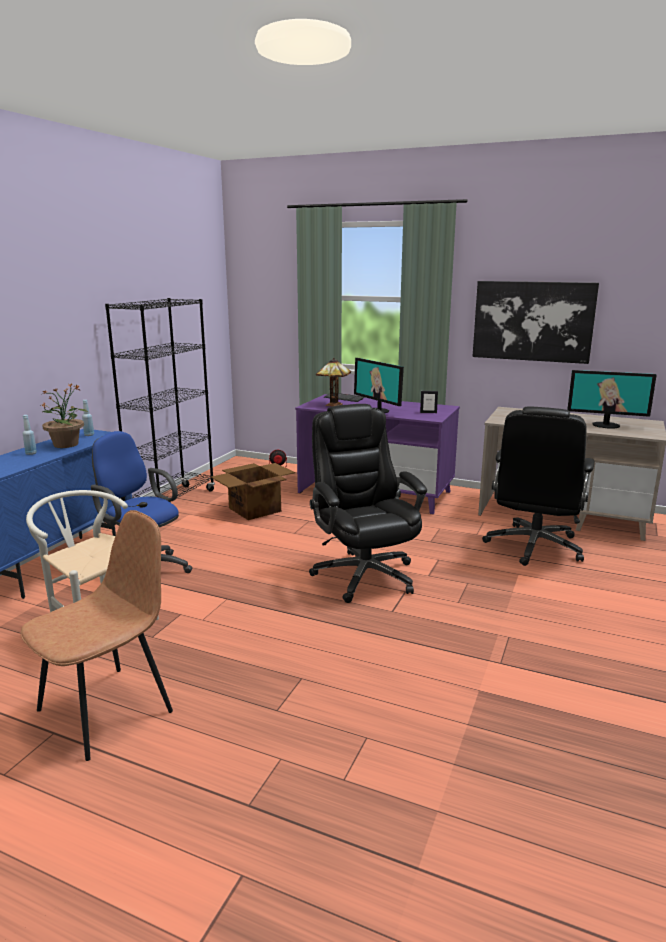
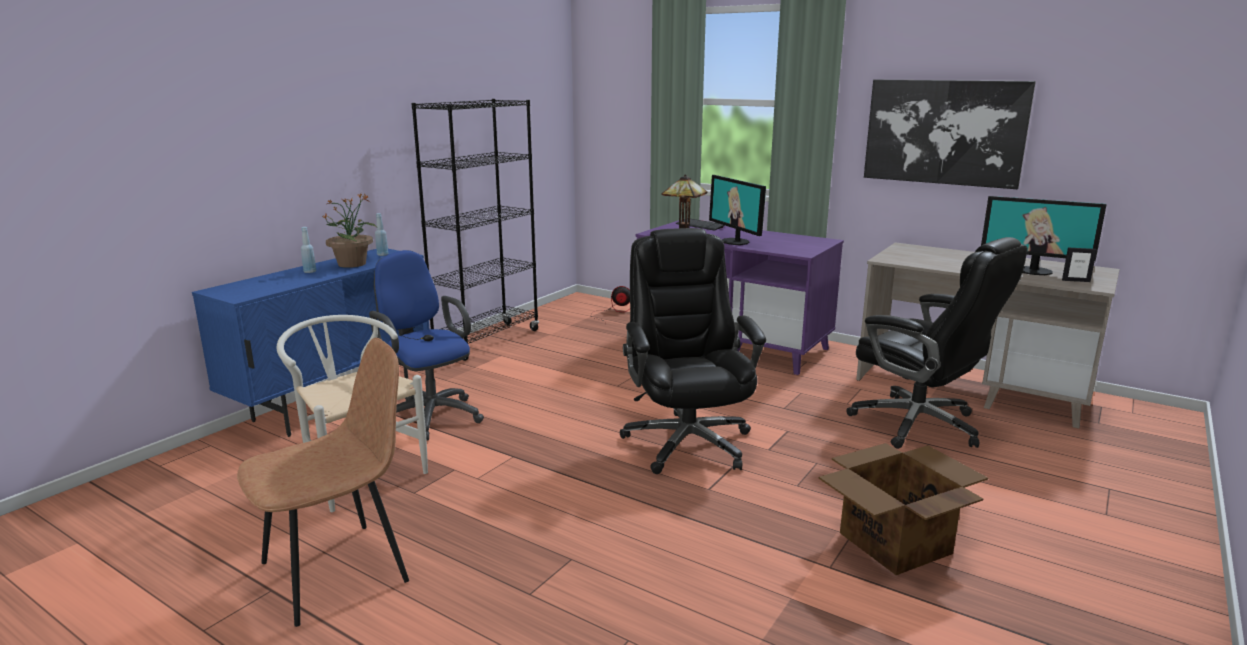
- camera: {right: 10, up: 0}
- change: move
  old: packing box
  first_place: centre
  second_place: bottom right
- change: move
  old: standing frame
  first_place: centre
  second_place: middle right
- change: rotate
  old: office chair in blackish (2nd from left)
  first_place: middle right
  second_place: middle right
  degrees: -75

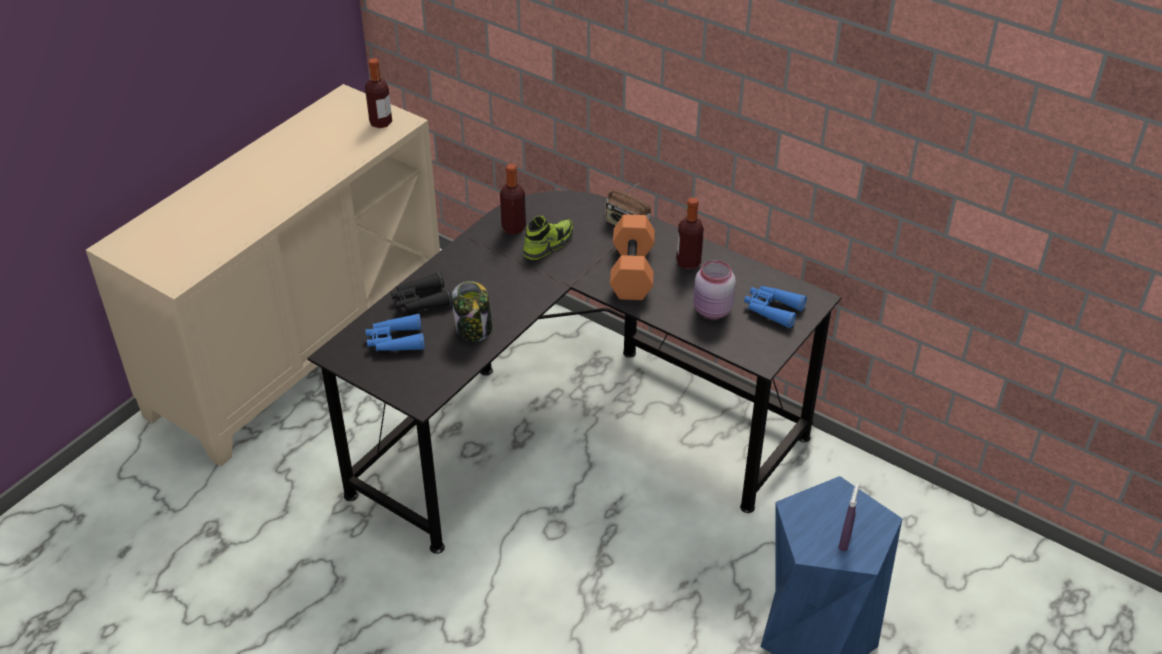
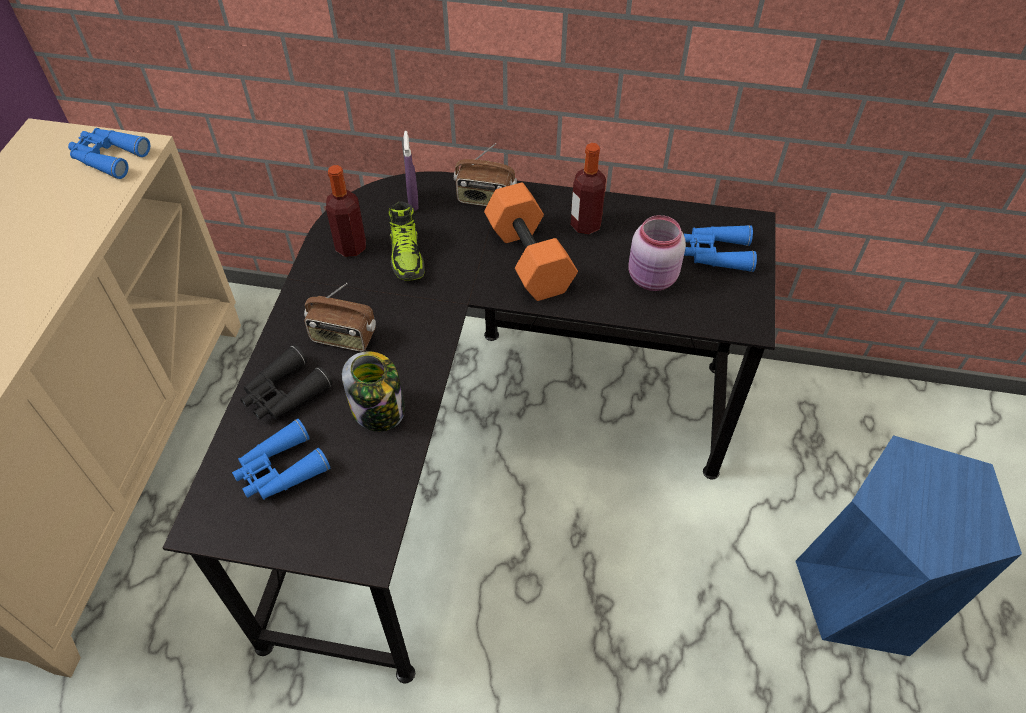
- camera: {right: -25, up: 10}
- change: insert
  new: radio set (1st from left)
  second_place: middle left
- change: move
  old: sprayer in purple-coloured
  first_place: bottom right
  second_place: top centre
- change: replace
  old: drink bottle (1st from left)
  new: binoculars in blue (1st from left)
  first_place: top left
  second_place: top left
- change: rotate
  old: item of footwear
  first_place: centre
  second_place: centre
  degrees: 150

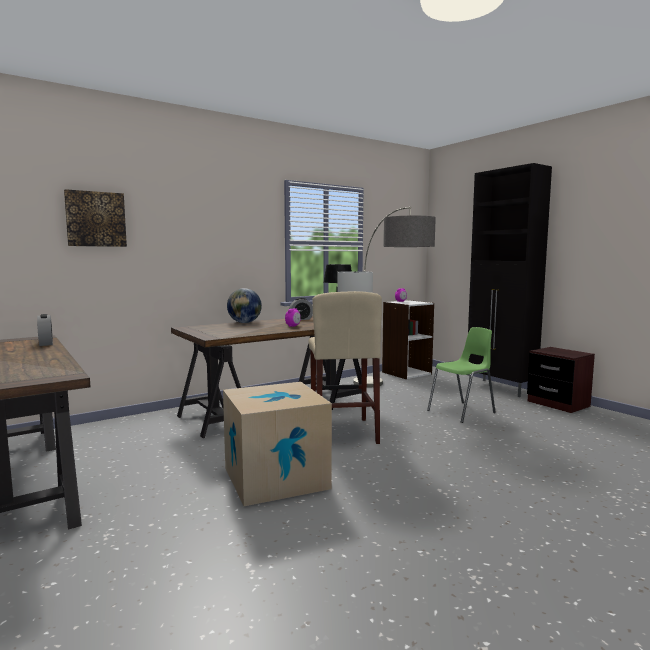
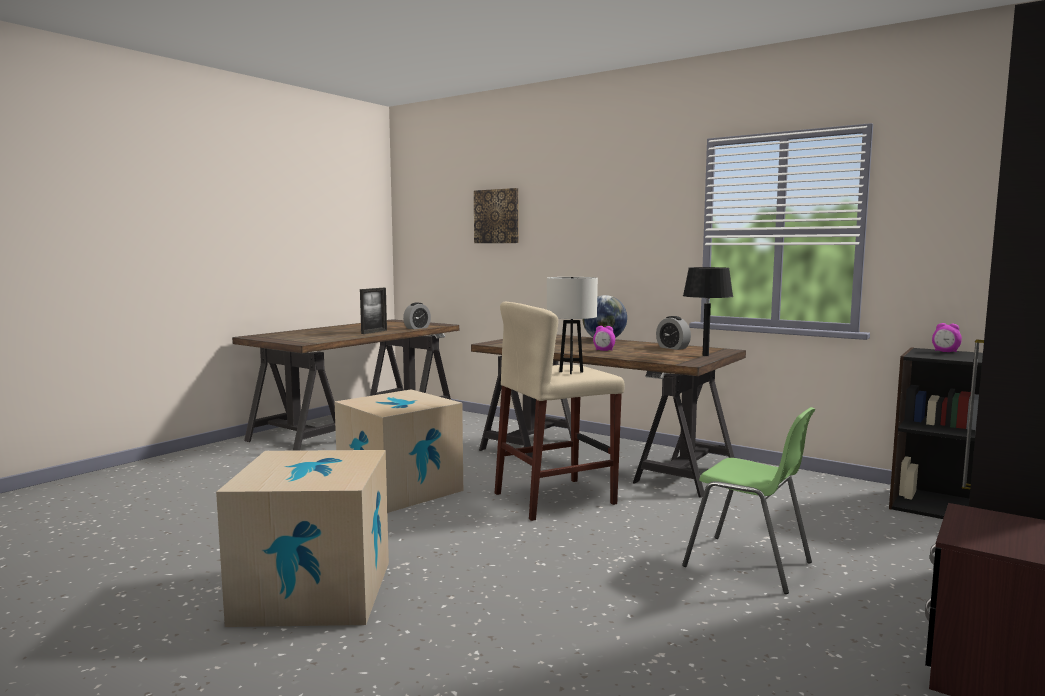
- camera: {right: 70, up: 0}
- change: delete
  old: floor lamp
  first_place: centre
- change: insert
  new: packing box (1st from left)
  second_place: bottom left
- change: insert
  new: standing frame
  second_place: centre
- change: recolor
  old: shelving unit in white-coloured
  new: shelving unit in blackish
  first_place: centre
  second_place: middle right

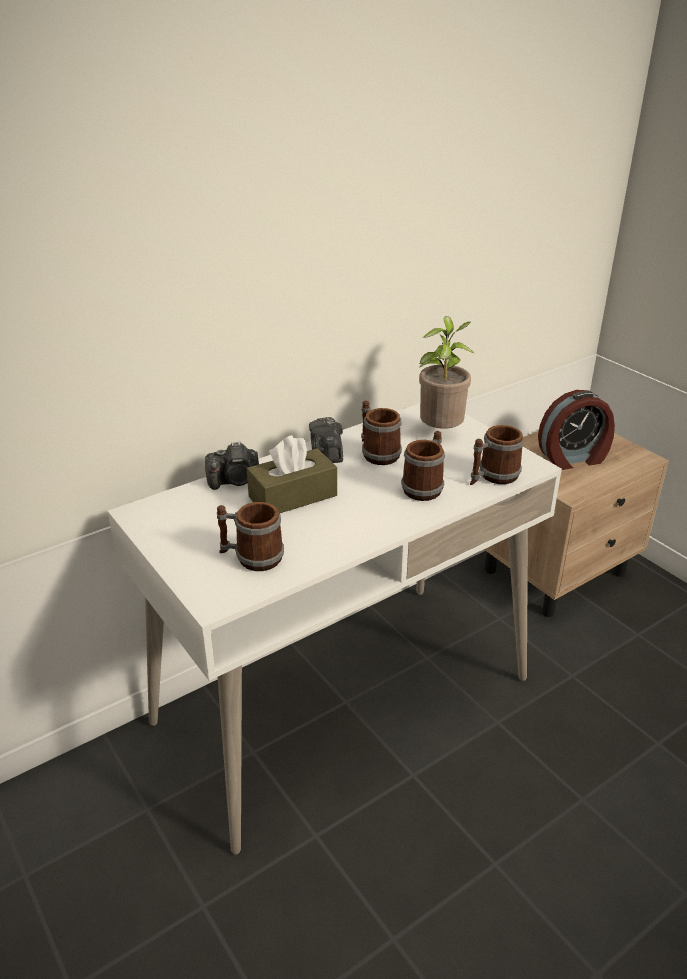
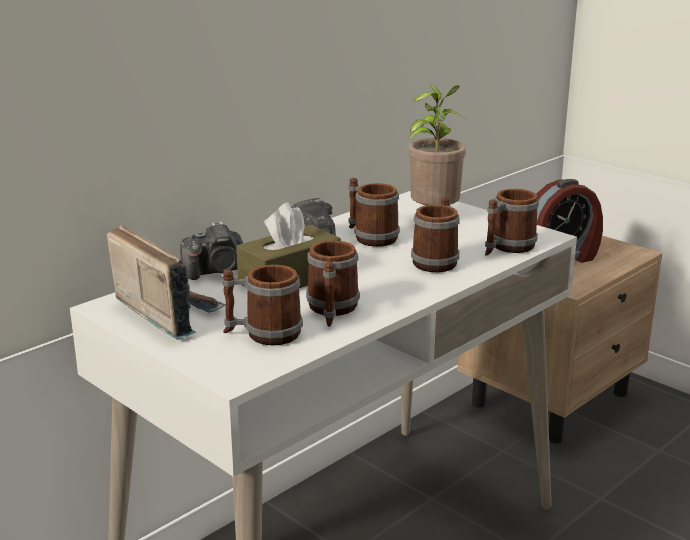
- camera: {right: -10, up: -10}
- change: insert
  new: radio set
  second_place: middle left
- change: insert
  new: coffee mug (2nd from left)
  second_place: centre

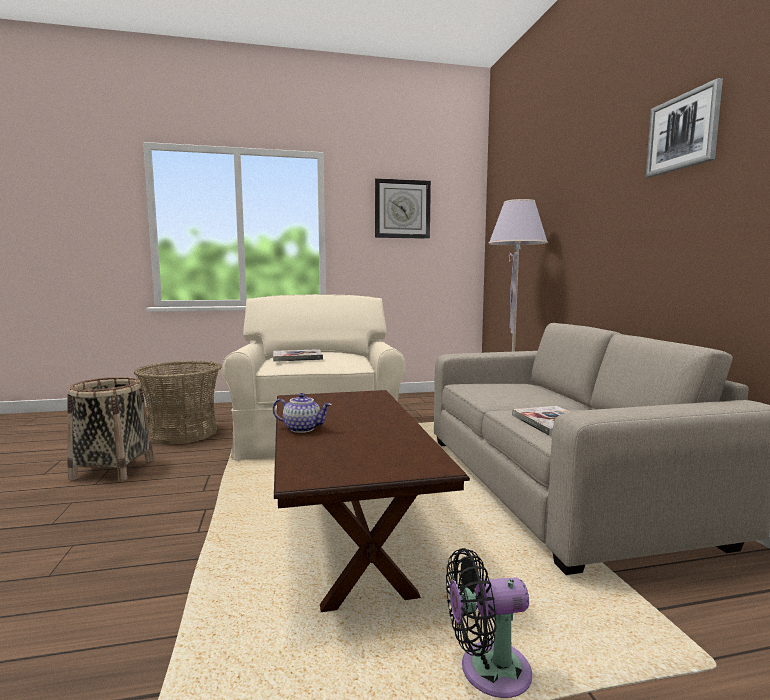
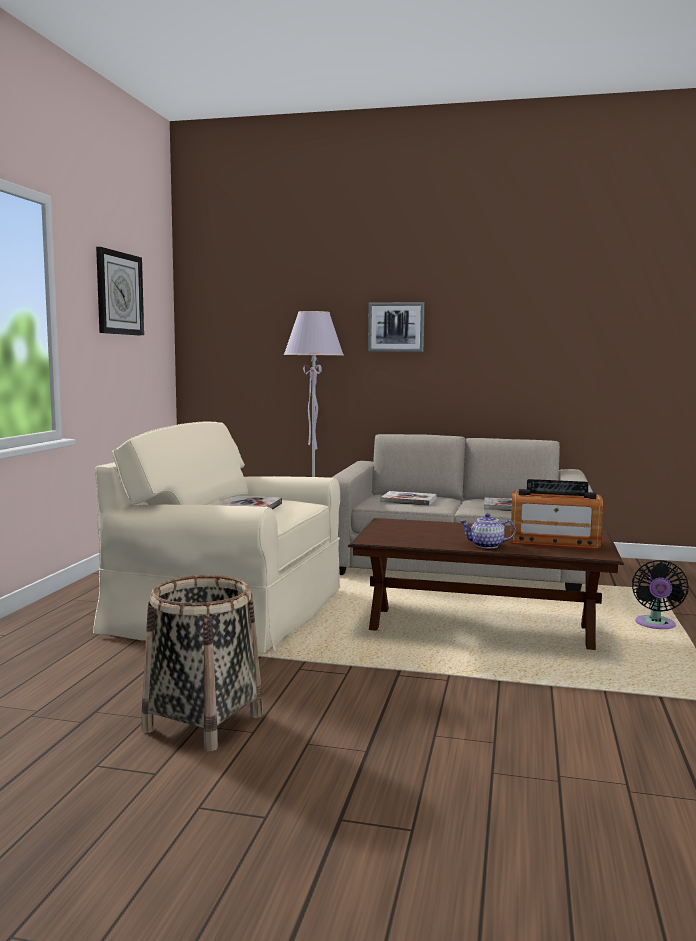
- camera: {right: -65, up: 0}
- change: delete
  old: basket (2nd from left)
  first_place: middle left
- change: insert
  new: book (2nd from left)
  second_place: centre
- change: insert
  new: radio set
  second_place: middle right
- change: move
  old: picture
  first_place: top right
  second_place: centre
- change: rotate
  old: tea pot
  first_place: centre
  second_place: middle right
  degrees: -120

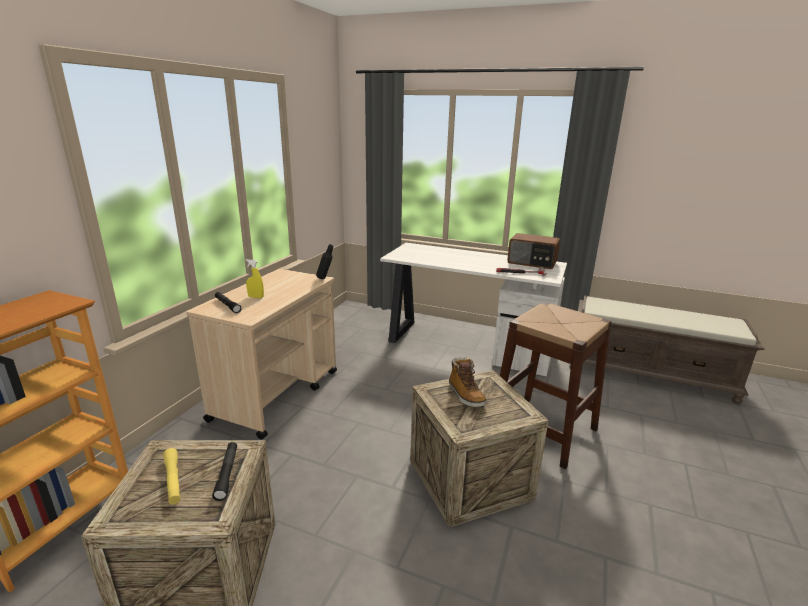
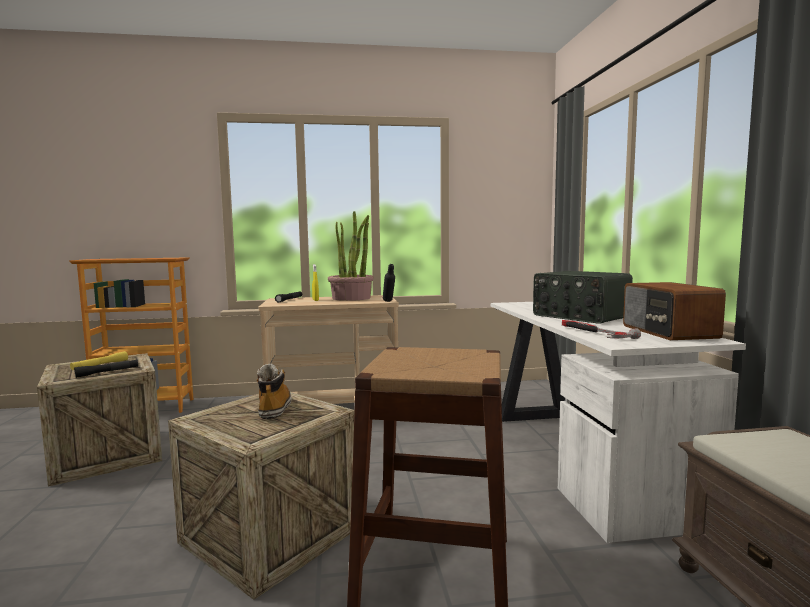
- camera: {right: 60, up: -15}
- change: insert
  new: houseplant
  second_place: centre
- change: insert
  new: radio set (1st from left)
  second_place: middle right
- change: rotate
  old: high-top boot
  first_place: centre
  second_place: centre
  degrees: 135

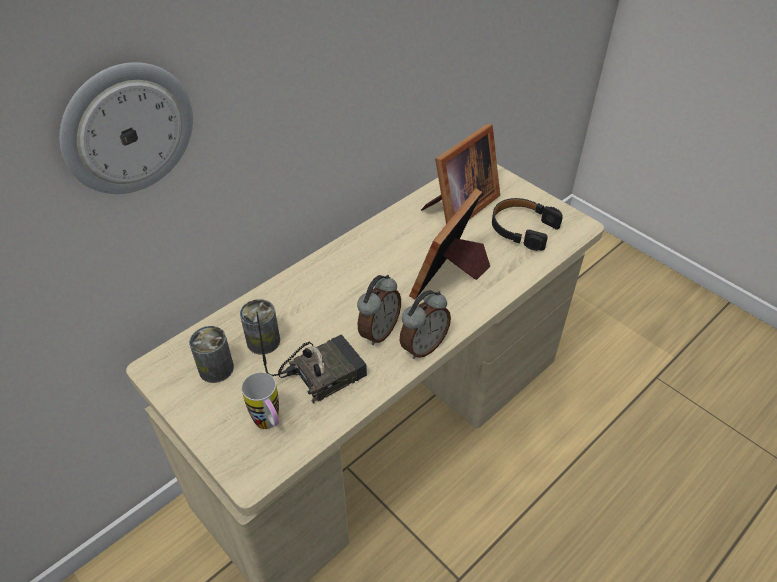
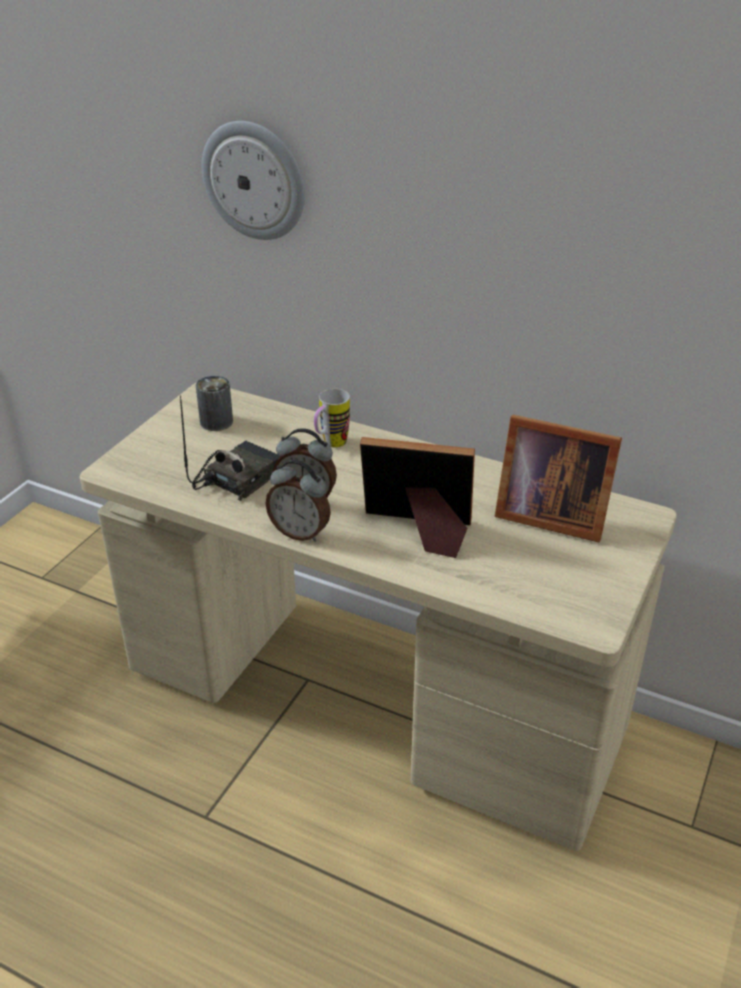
- camera: {right: 70, up: -10}
- change: delete
  old: can (2nd from left)
  first_place: centre
- change: delete
  old: headset in blackish
  first_place: middle right
- change: move
  old: coffee mug
  first_place: bottom centre
  second_place: centre
- change: rotate
  old: radio set
  first_place: centre
  second_place: middle left
  degrees: -90

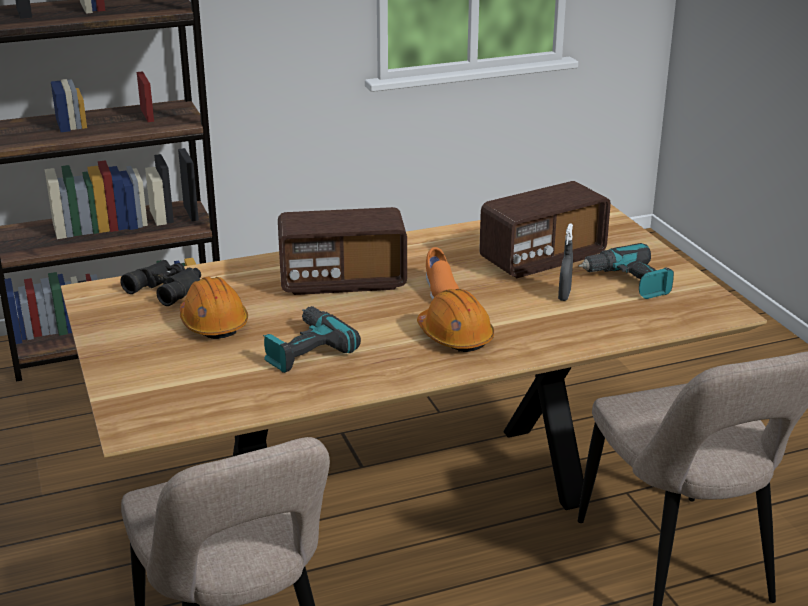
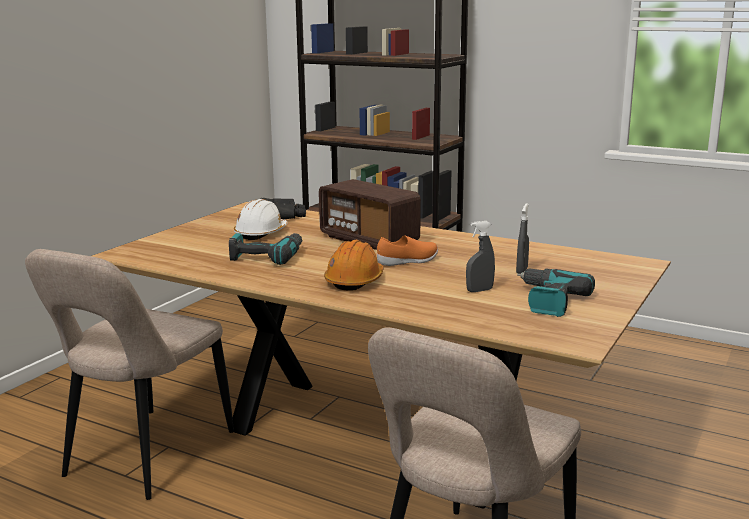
- camera: {right: 50, up: -10}
- change: replace
  old: radio set (2nd from left)
  new: sprayer in greyish (2nd from left)
  first_place: middle right
  second_place: middle right
- change: recolor
  old: safety helmet in orange (1st from left)
  new: safety helmet in white-coloured
  first_place: middle left
  second_place: centre
- change: rotate
  old: item of footwear in orange
  first_place: centre
  second_place: centre
  degrees: -150

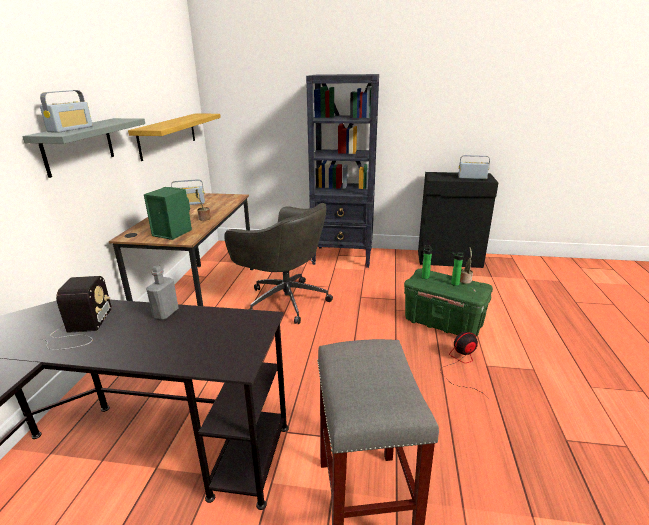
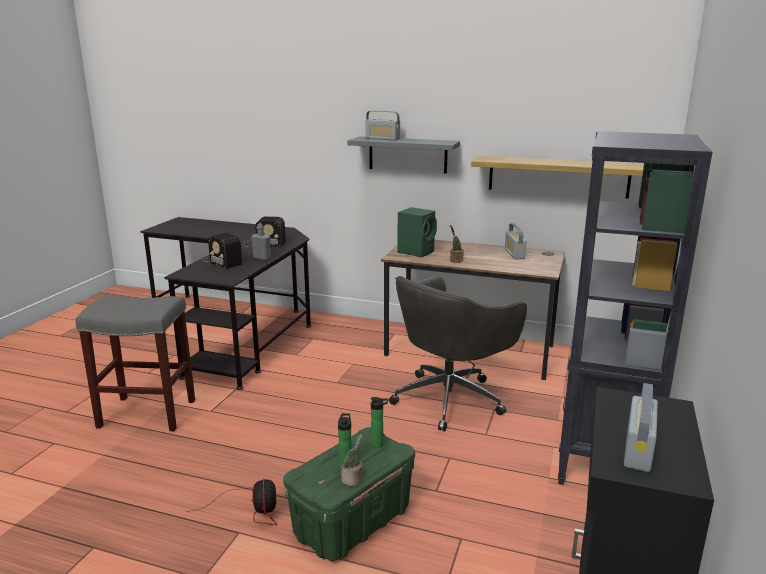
- camera: {right: 100, up: -5}
- change: insert
  new: radio set (1st from left)
  second_place: middle left

